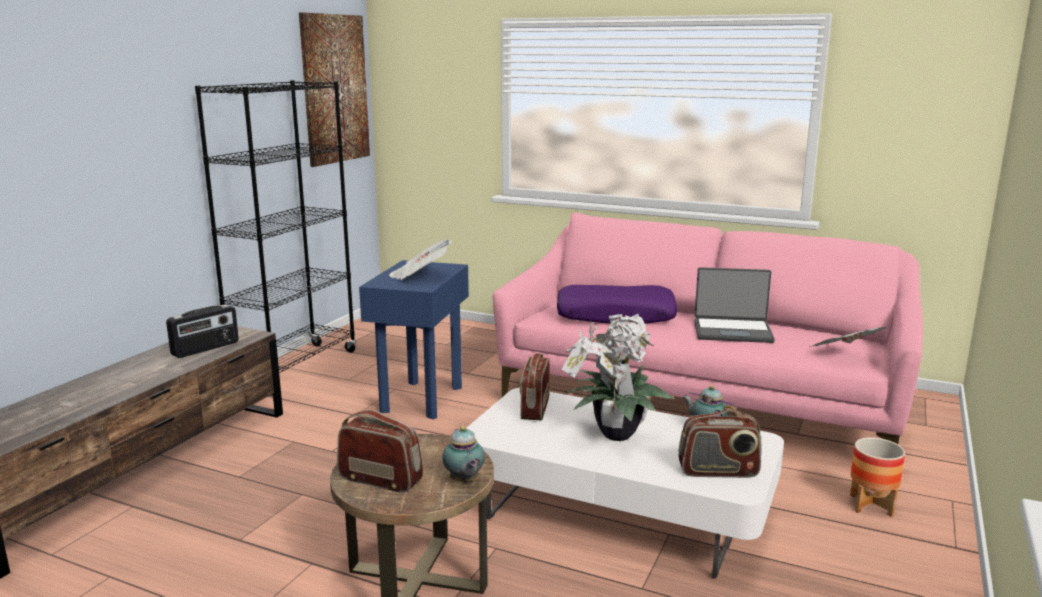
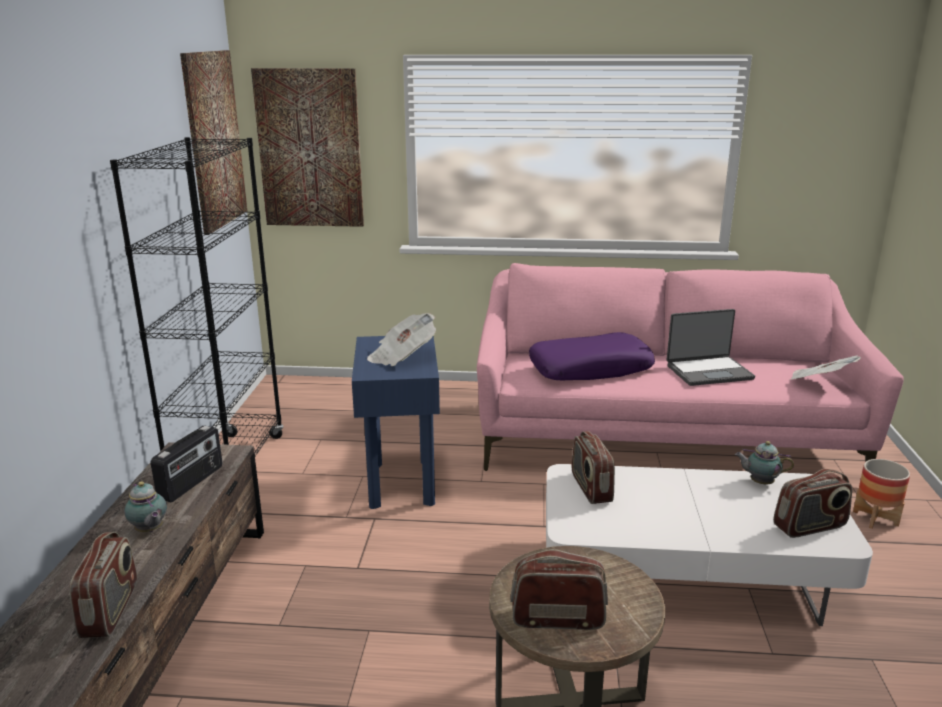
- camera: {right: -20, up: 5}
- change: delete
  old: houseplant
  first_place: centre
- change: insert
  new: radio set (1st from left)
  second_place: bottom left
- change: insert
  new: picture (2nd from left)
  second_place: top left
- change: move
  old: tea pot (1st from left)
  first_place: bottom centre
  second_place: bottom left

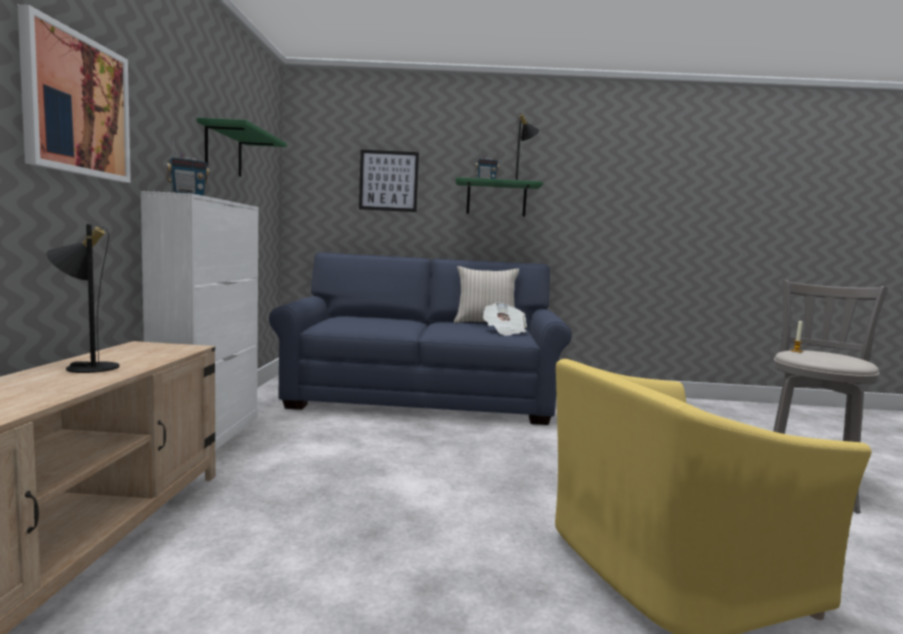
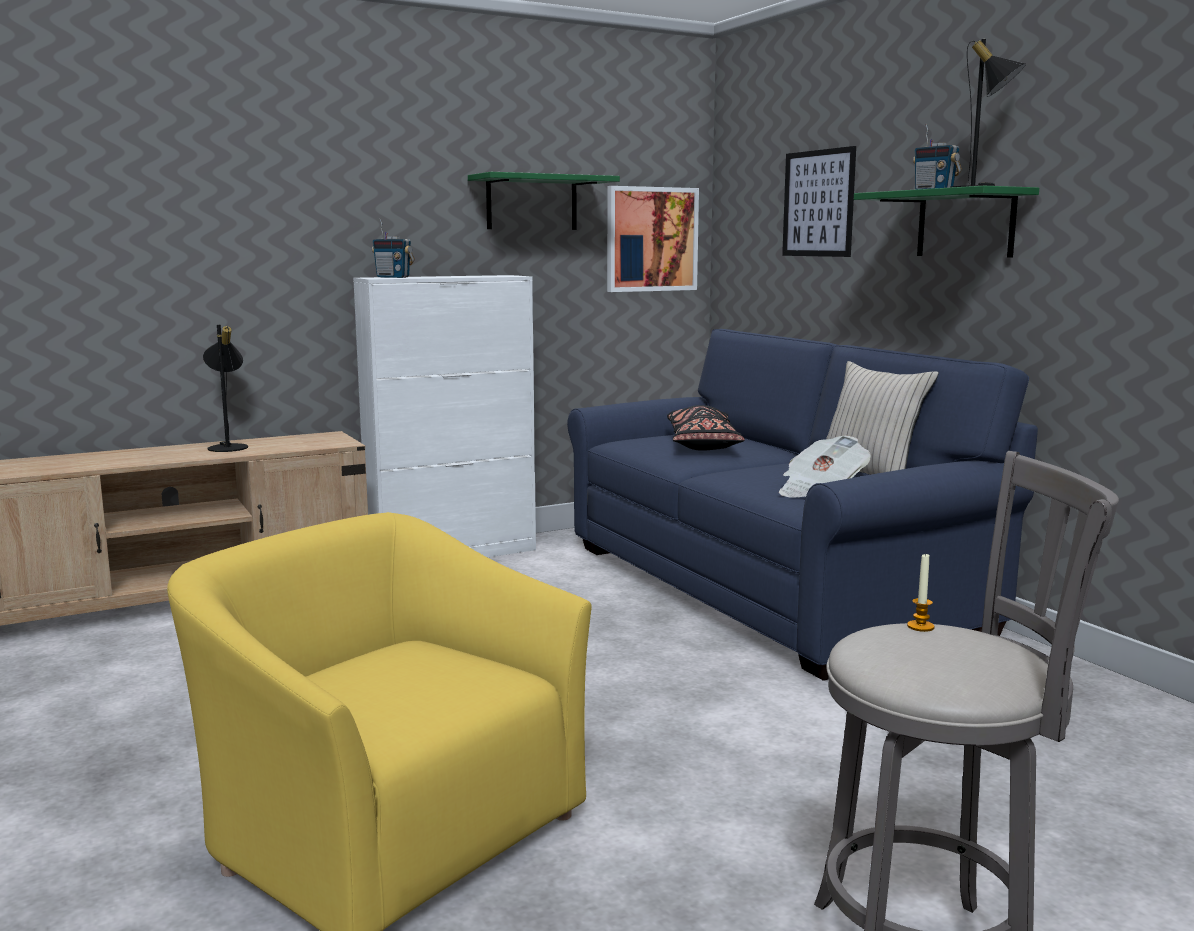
- camera: {right: 60, up: 5}
- change: insert
  new: throw pillow in blackish
  second_place: centre
- change: move
  old: picture (1st from left)
  first_place: top left
  second_place: top centre

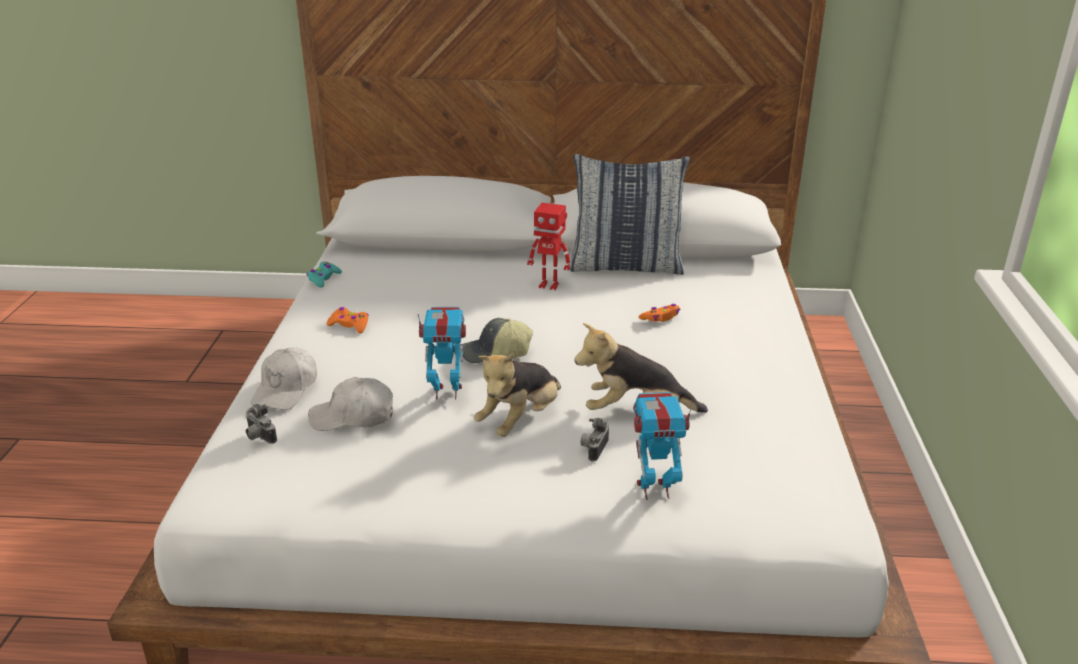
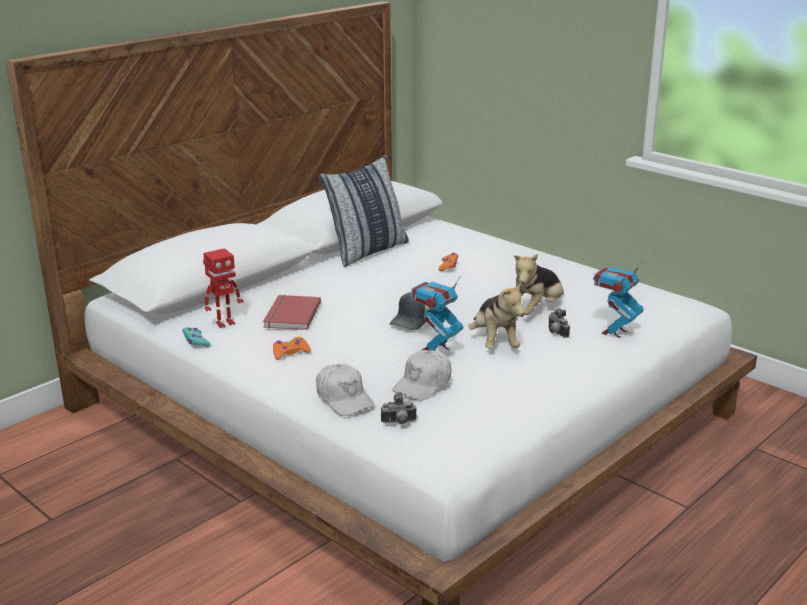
- camera: {right: -50, up: -5}
- change: insert
  new: book in red
  second_place: centre
- change: move
  old: toy robot (2nd from left in the first image)
  new: toy robot (1st from left)
  first_place: centre
  second_place: middle left

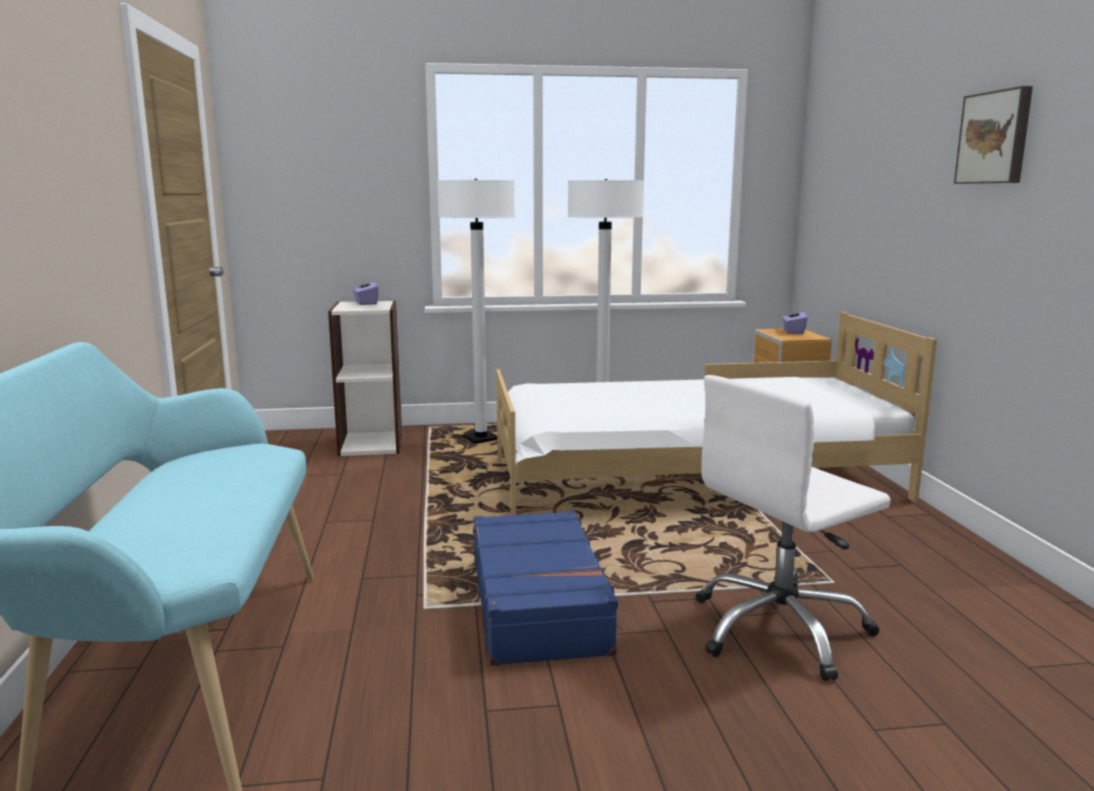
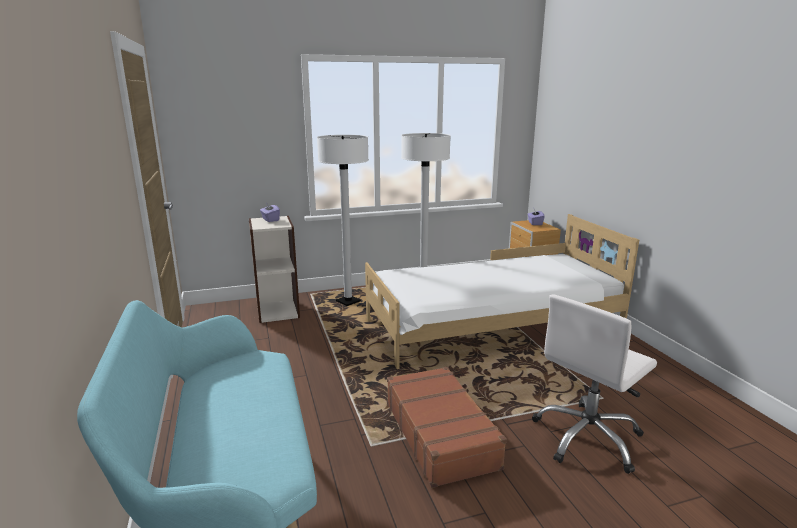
- camera: {right: -10, up: 5}
- change: delete
  old: picture
  first_place: top right
- change: recolor
  old: suitcase in blue
  new: suitcase in brown-coloured
  first_place: bottom centre
  second_place: bottom centre

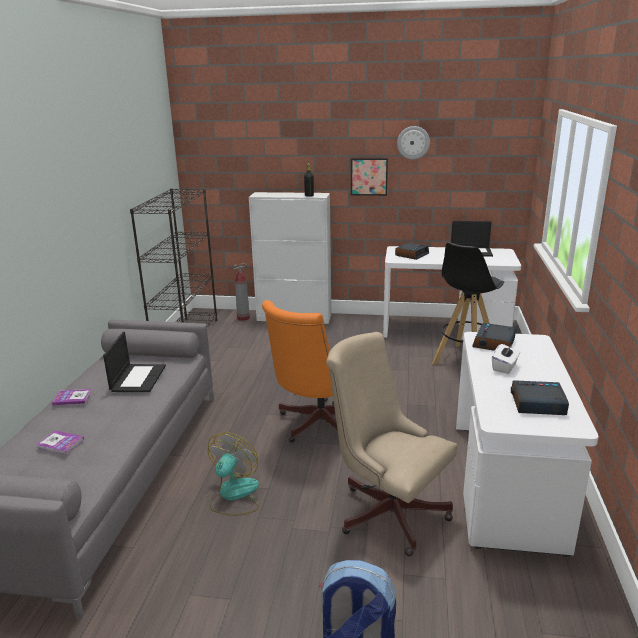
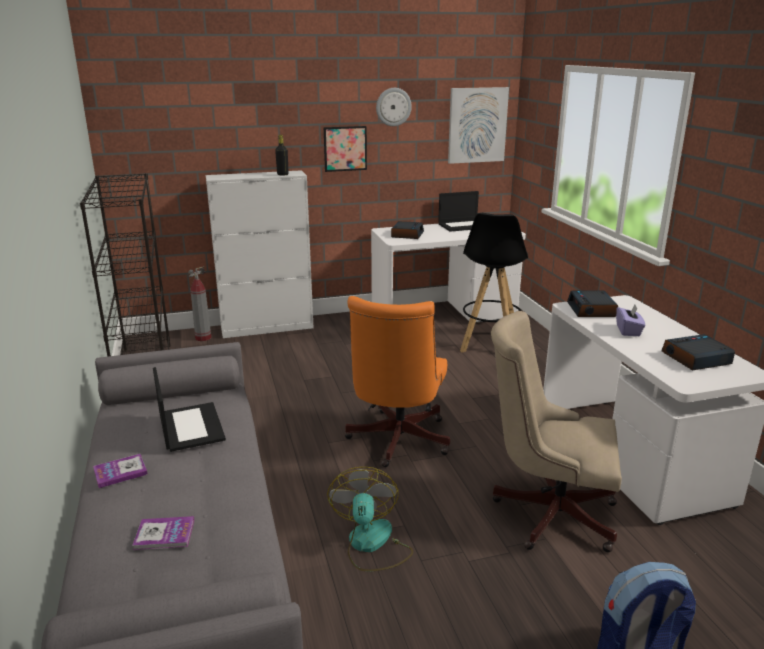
- camera: {right: -25, up: 0}
- change: insert
  new: picture (2nd from left)
  second_place: top centre
- change: recolor
  old: tissue box in white-coloured
  new: tissue box in purple-coloured
  first_place: middle right
  second_place: middle right

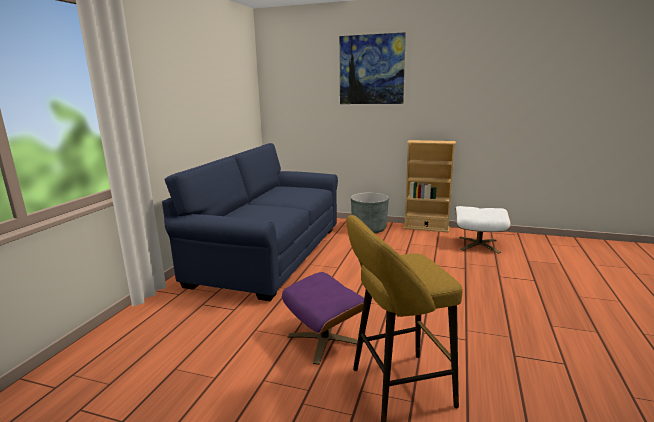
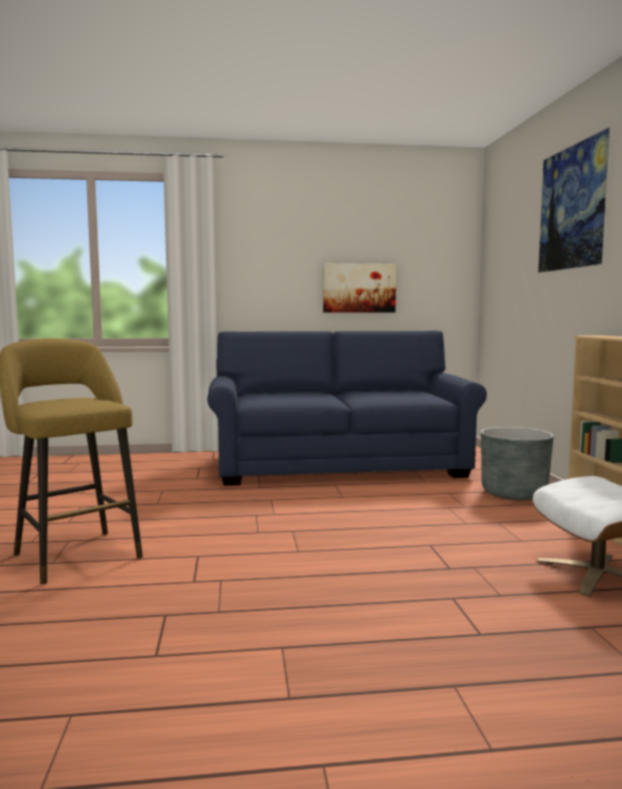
- camera: {right: 65, up: -10}
- change: delete
  old: pouffe in purple-coloured
  first_place: bottom centre
- change: insert
  new: picture (1st from left)
  second_place: centre

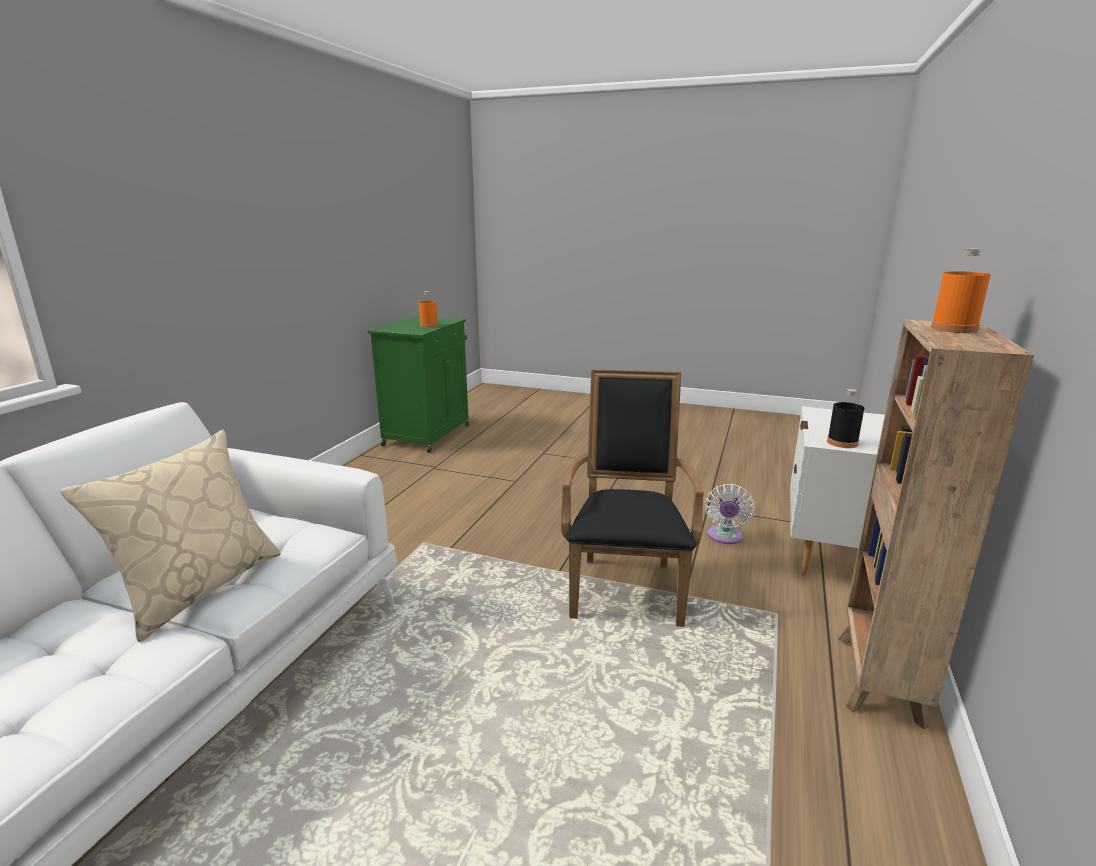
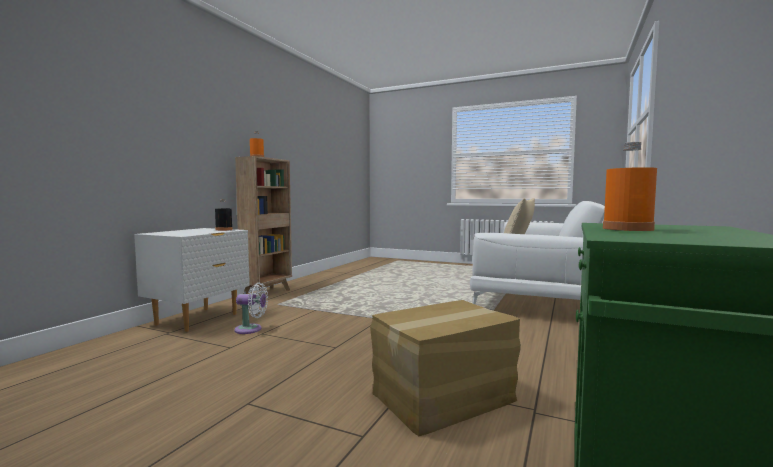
- camera: {right: -175, up: -15}
- change: delete
  old: lounge chair in blackish
  first_place: centre
- change: insert
  new: packing box
  second_place: bottom centre
- change: rotate
  old: fan in white-coloured
  first_place: centre
  second_place: middle left
  degrees: 75

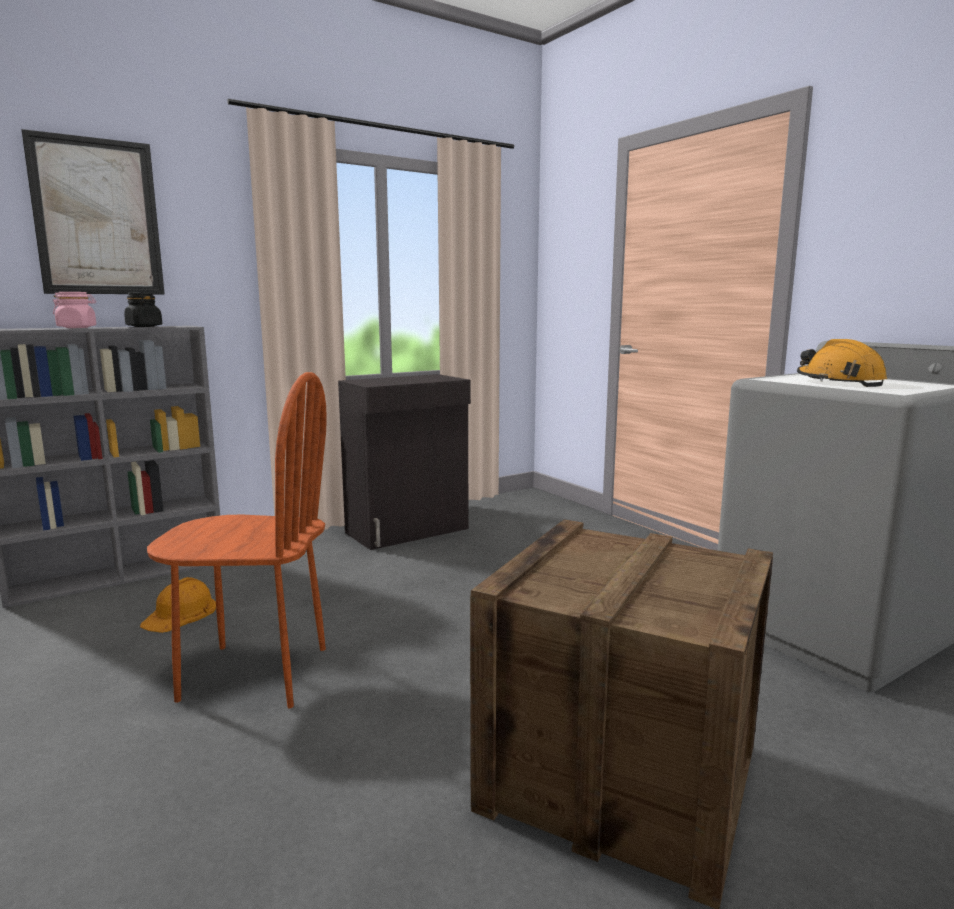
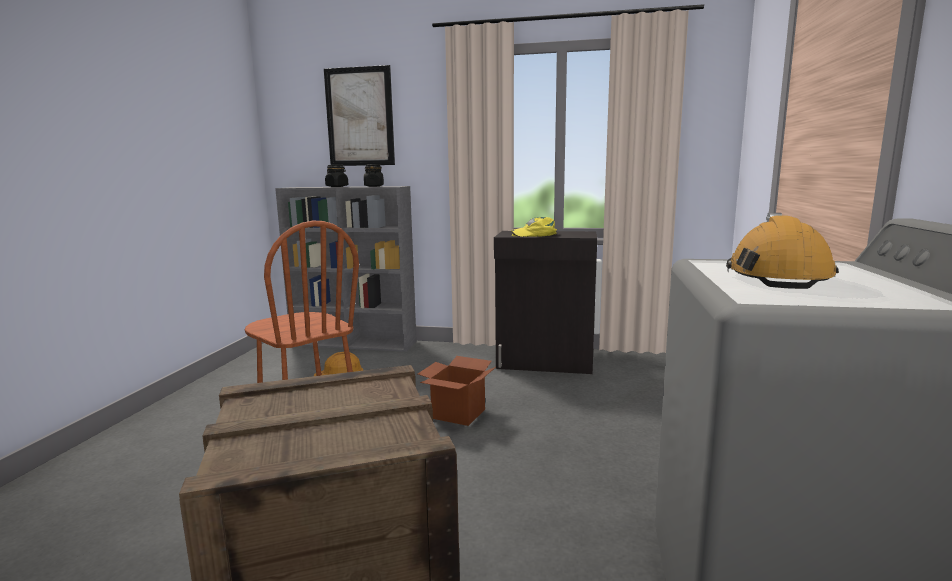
- camera: {right: 45, up: 0}
- change: insert
  new: packing box
  second_place: bottom centre
- change: insert
  new: cap in yellow-coloured
  second_place: centre
- change: recolor
  old: preserve jar in pinkish
  new: preserve jar in blackish (1st from left)
  first_place: middle left
  second_place: top centre

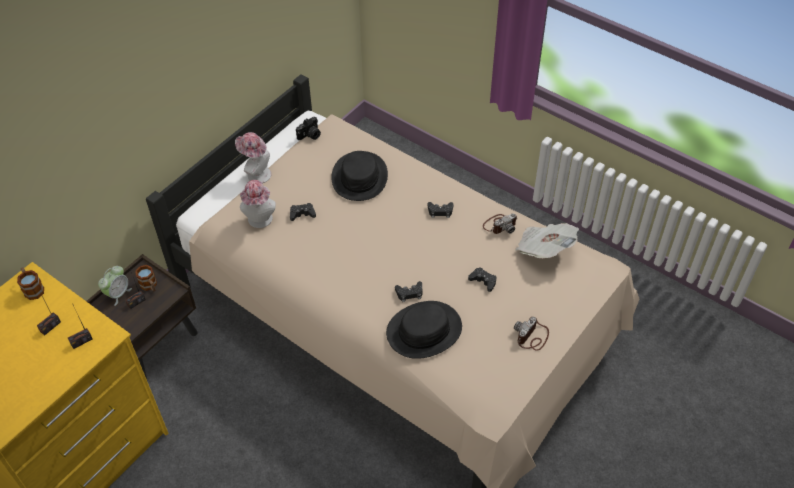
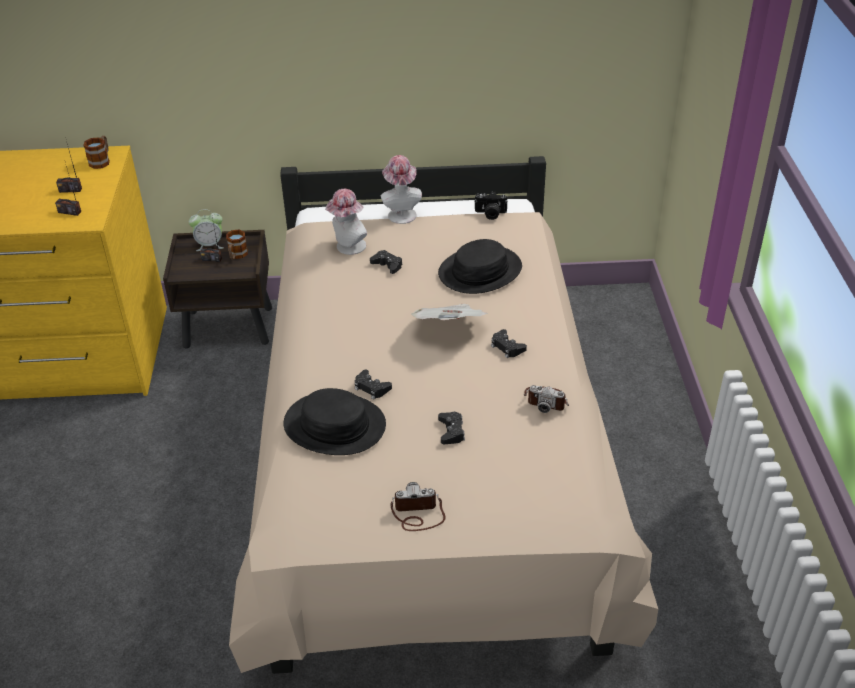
- camera: {right: 50, up: -10}
- change: move
  old: newspaper
  first_place: middle right
  second_place: centre

